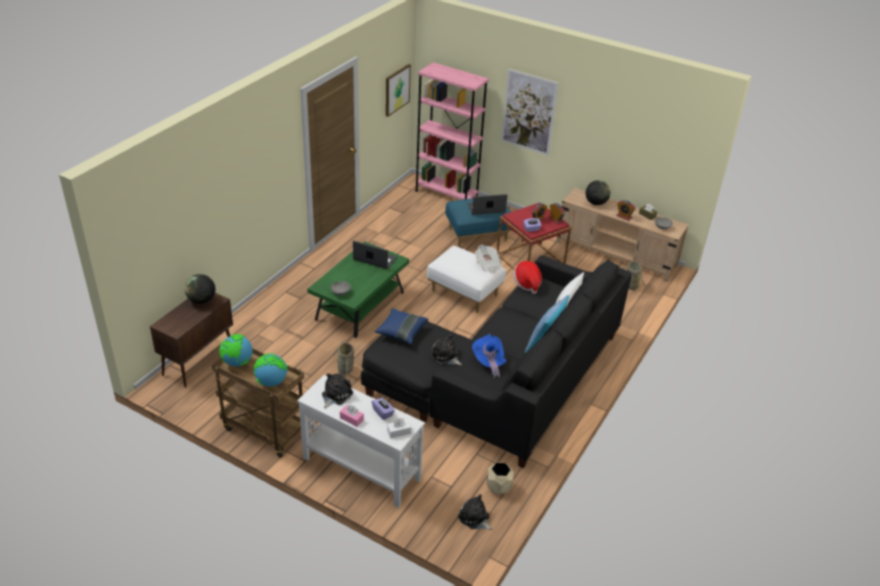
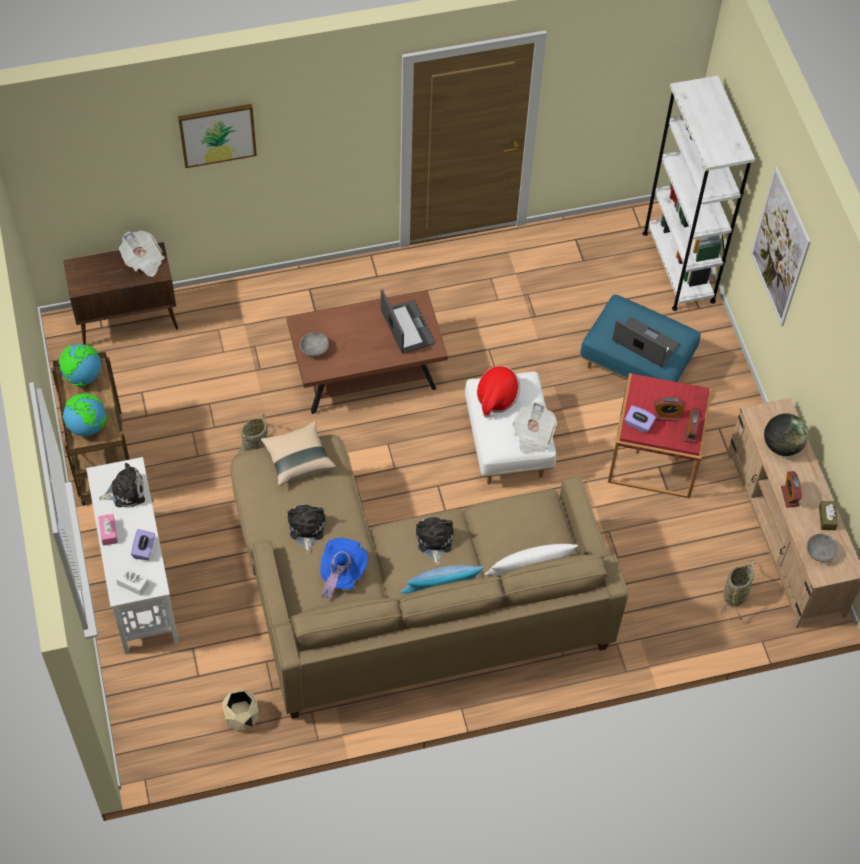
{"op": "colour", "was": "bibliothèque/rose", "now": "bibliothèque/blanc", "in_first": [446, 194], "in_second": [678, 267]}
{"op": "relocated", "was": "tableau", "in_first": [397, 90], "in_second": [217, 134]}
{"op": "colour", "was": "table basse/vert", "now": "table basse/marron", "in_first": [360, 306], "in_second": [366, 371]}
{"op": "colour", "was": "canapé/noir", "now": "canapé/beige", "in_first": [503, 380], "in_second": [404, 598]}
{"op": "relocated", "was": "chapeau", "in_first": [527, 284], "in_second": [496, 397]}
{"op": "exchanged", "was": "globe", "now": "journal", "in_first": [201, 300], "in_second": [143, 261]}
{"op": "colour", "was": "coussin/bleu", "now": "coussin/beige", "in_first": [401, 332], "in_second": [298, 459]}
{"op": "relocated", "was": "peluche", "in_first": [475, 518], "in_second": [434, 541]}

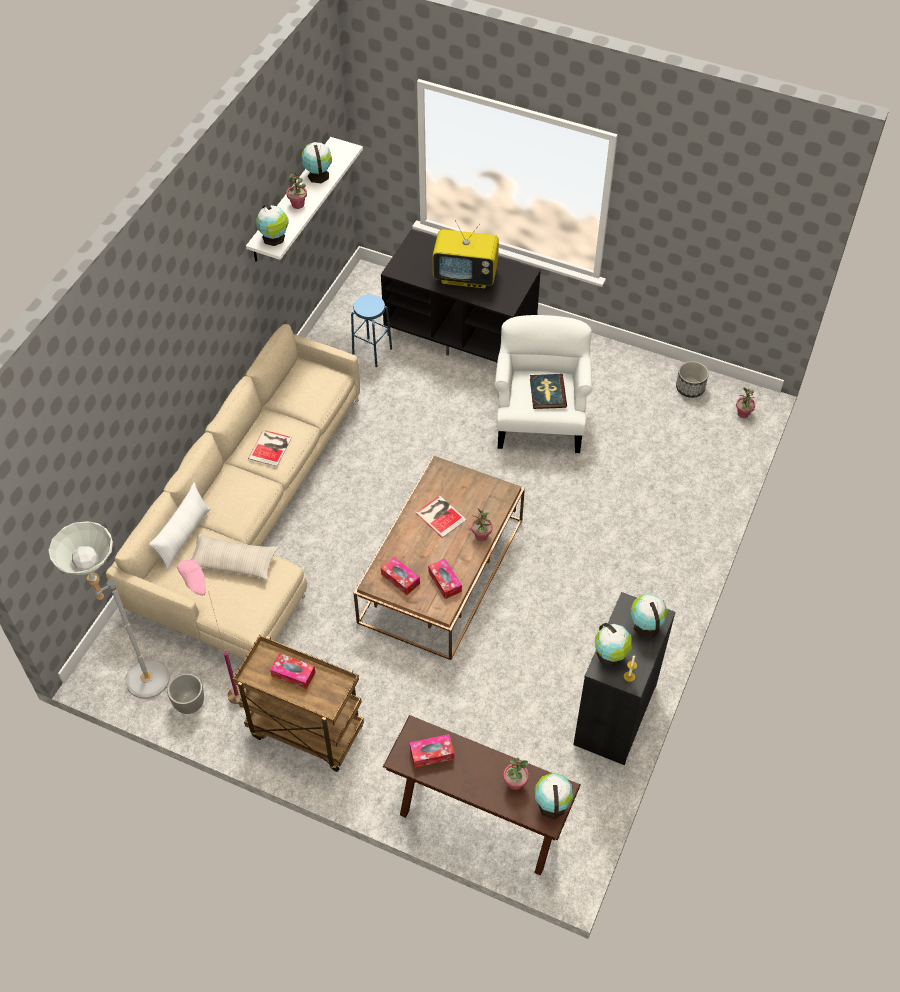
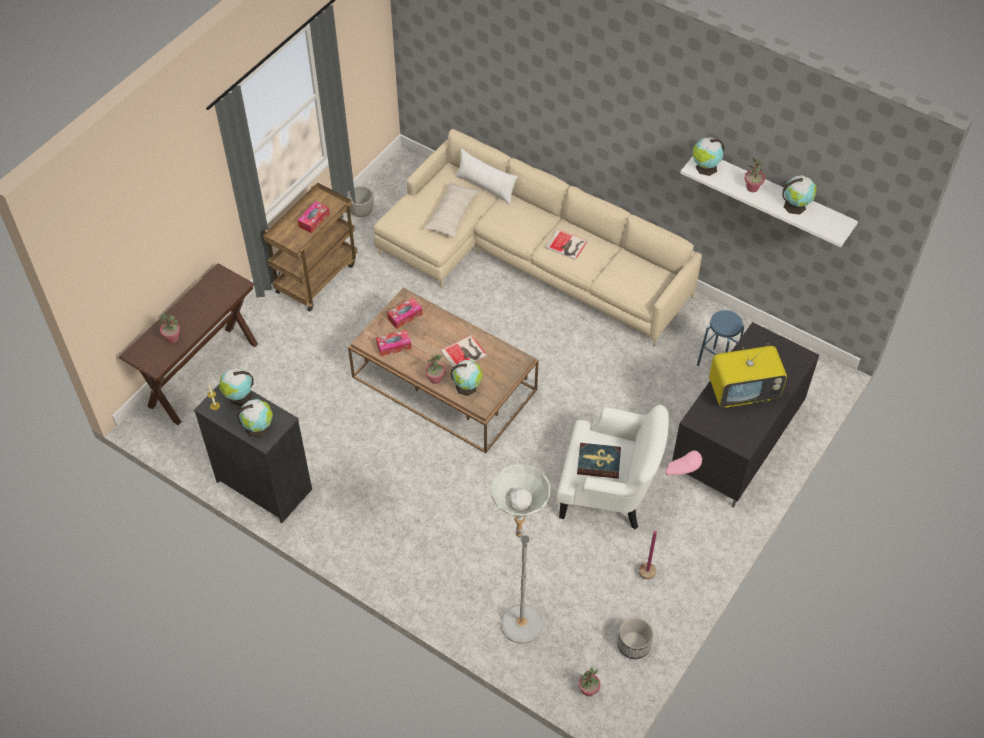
{"op": "spun", "was": "téléviseur", "in_first": [466, 276], "in_second": [743, 392], "clockwise": -120}
{"op": "relocated", "was": "lampadaire/gris", "in_first": [138, 684], "in_second": [518, 616]}
{"op": "relocated", "was": "lampadaire/rose", "in_first": [227, 688], "in_second": [658, 567]}
{"op": "missing", "was": "boîte à mouchoirs", "in_first": [432, 754]}
{"op": "relocated", "was": "globe", "in_first": [551, 804], "in_second": [467, 387]}

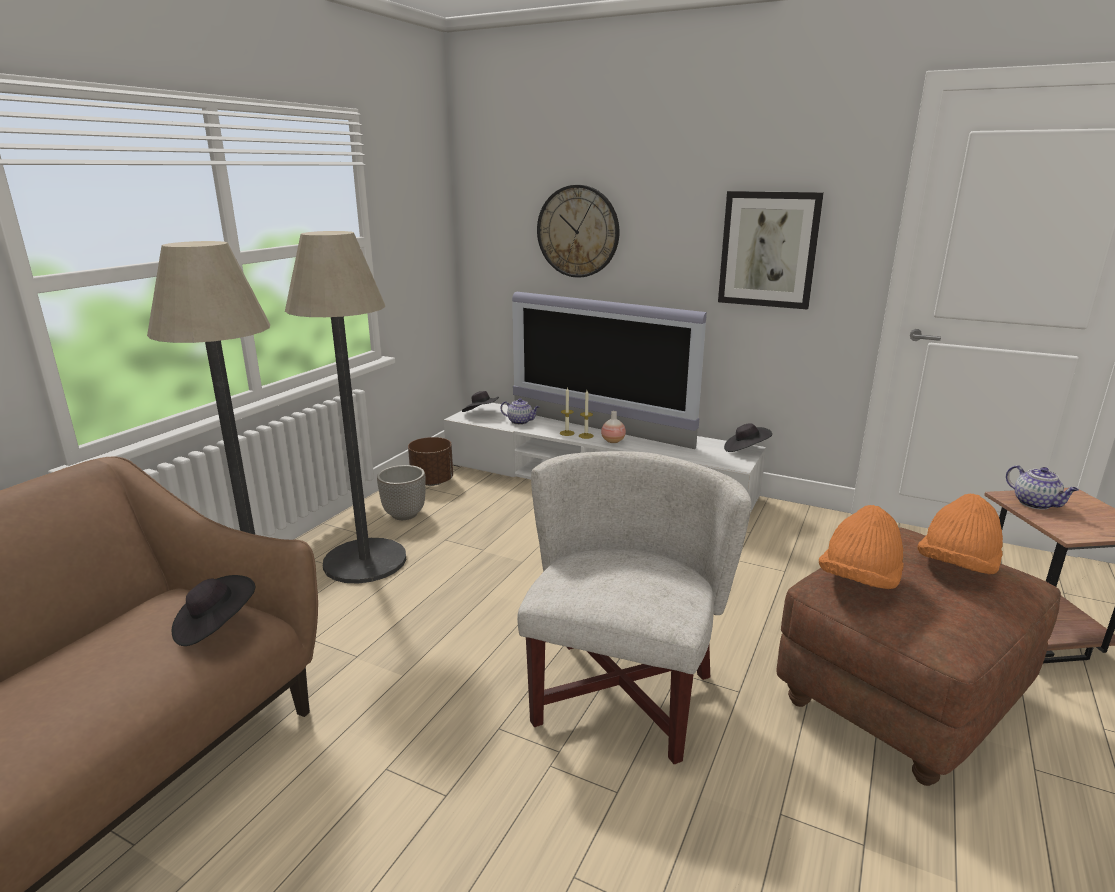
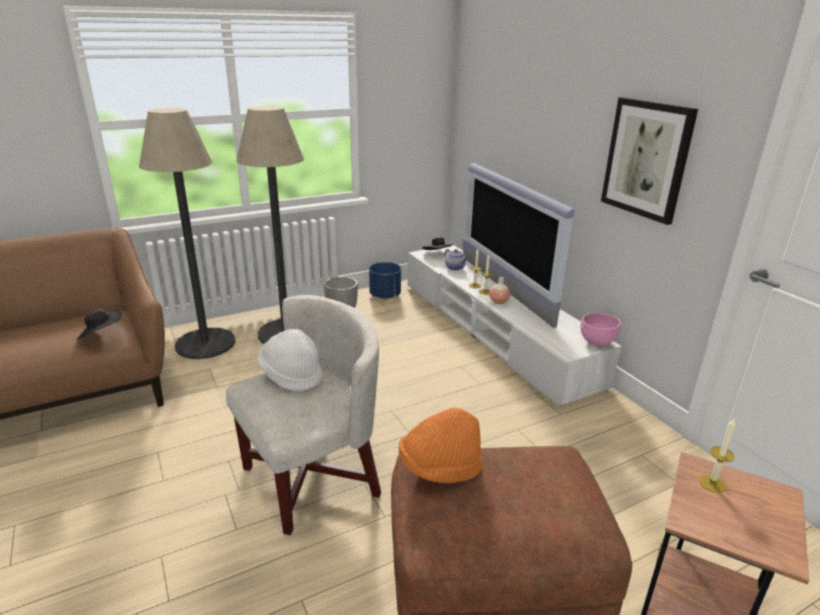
{"op": "missing", "was": "horloge murale", "in_first": [578, 231]}
{"op": "exchanged", "was": "chapeau/noir", "now": "bol/rose", "in_first": [745, 450], "in_second": [597, 342]}
{"op": "colour", "was": "cache-pot/marron", "now": "cache-pot/bleu", "in_first": [432, 481], "in_second": [385, 295]}
{"op": "exchanged", "was": "théière", "now": "bougie", "in_first": [1036, 504], "in_second": [712, 483]}
{"op": "missing", "was": "chapeau/orange", "in_first": [956, 567]}
{"op": "appeared", "now": "chapeau/blanc", "in_second": [291, 375]}

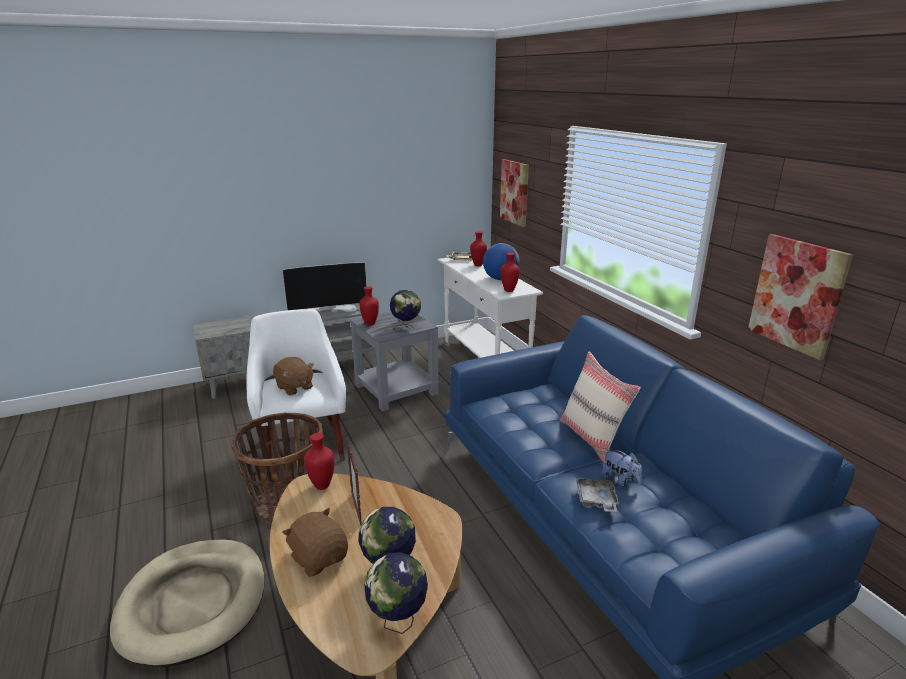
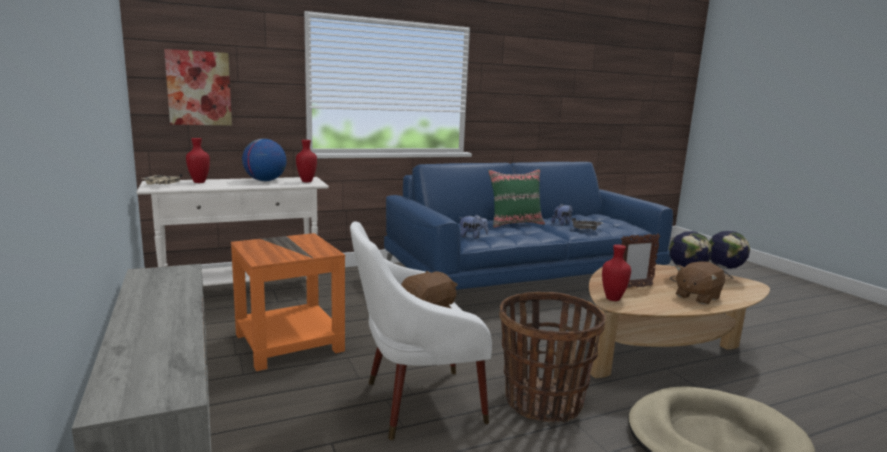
{"op": "missing", "was": "tableau", "in_first": [797, 295]}
{"op": "missing", "was": "téléviseur", "in_first": [328, 309]}
{"op": "missing", "was": "vase/rouge", "in_first": [370, 324]}
{"op": "missing", "was": "globe", "in_first": [406, 327]}
{"op": "colour", "was": "table d'appoint/gris", "now": "table d'appoint/orange", "in_first": [396, 389], "in_second": [287, 342]}
{"op": "colour", "was": "coussin/beige", "now": "coussin/vert", "in_first": [592, 438], "in_second": [515, 224]}
{"op": "appeared", "now": "peluche", "in_second": [472, 237]}

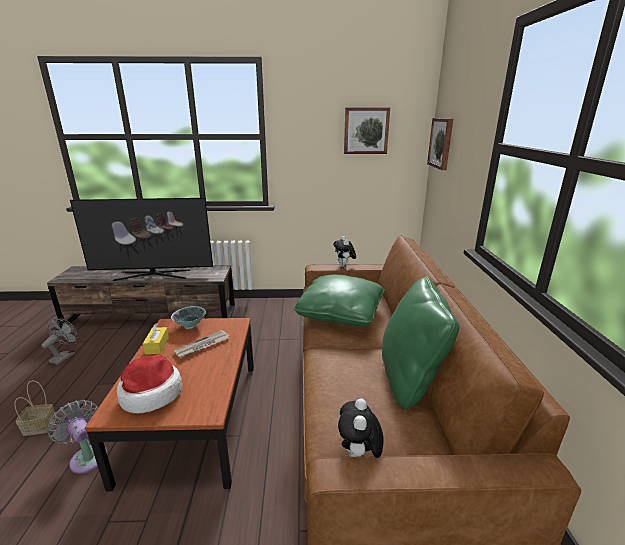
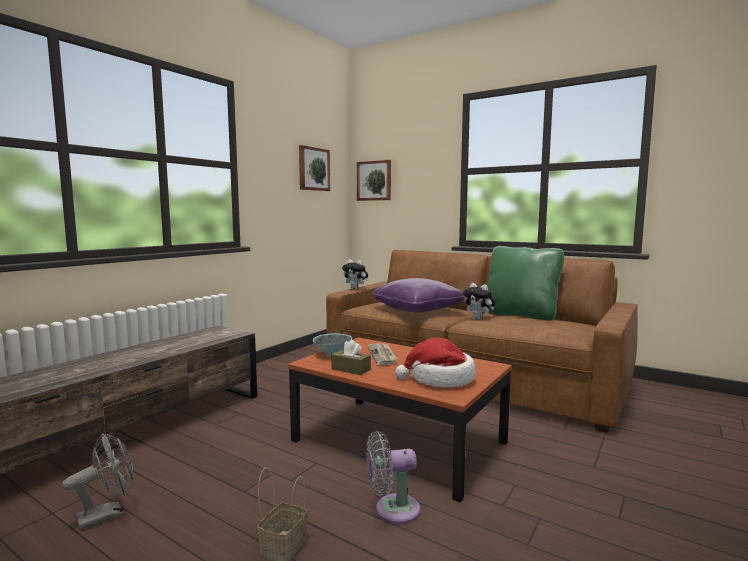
{"op": "missing", "was": "téléviseur", "in_first": [152, 275]}
{"op": "colour", "was": "coussin/vert", "now": "coussin/violet", "in_first": [340, 313], "in_second": [417, 309]}
{"op": "spun", "was": "ventilateur/gris", "in_first": [65, 356], "in_second": [108, 514], "clockwise": 90}
{"op": "colour", "was": "boîte à mouchoirs/jaune", "now": "boîte à mouchoirs/marron", "in_first": [157, 345], "in_second": [351, 369]}
{"op": "relocated", "was": "peluche", "in_first": [358, 457], "in_second": [479, 318]}

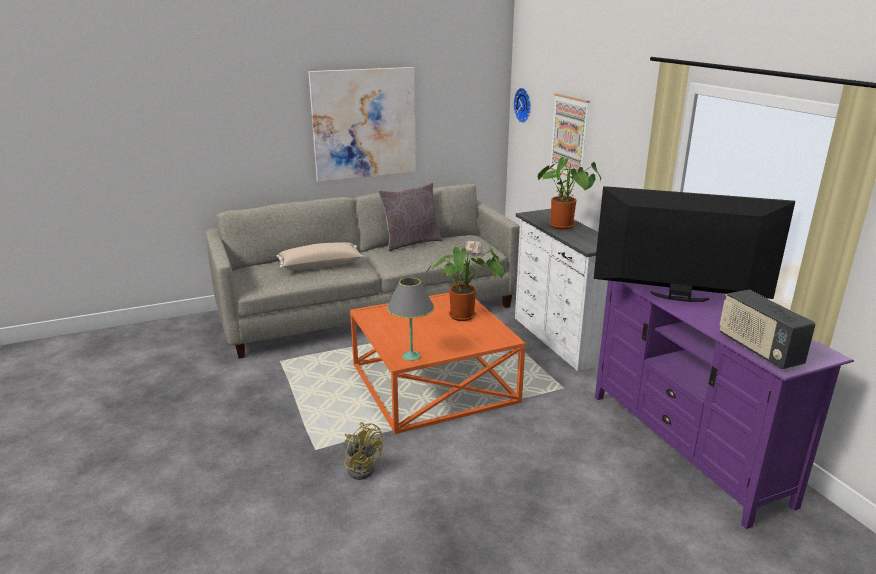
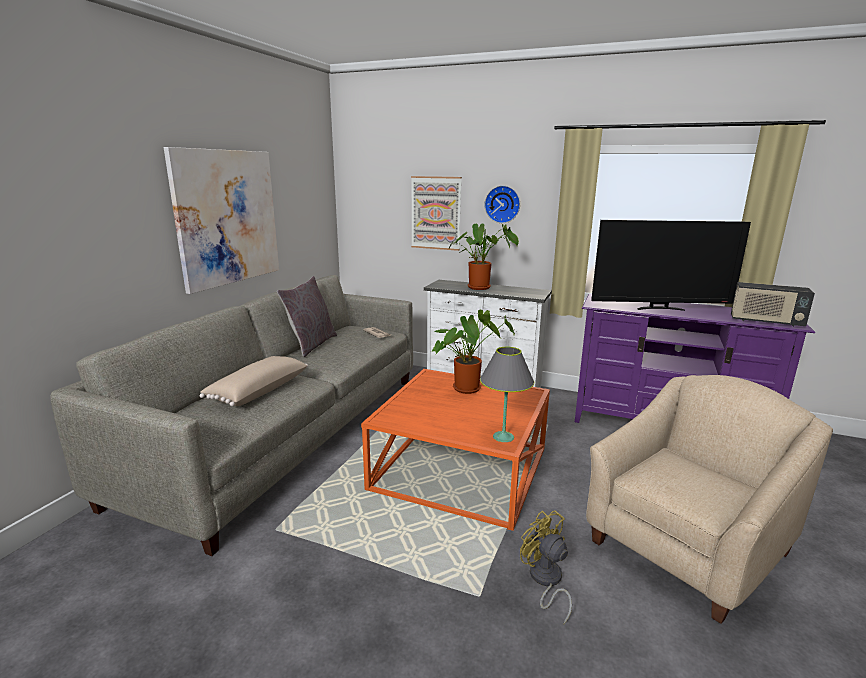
{"op": "relocated", "was": "horloge murale", "in_first": [524, 105], "in_second": [502, 204]}
{"op": "spun", "was": "téléviseur", "in_first": [678, 297], "in_second": [659, 308], "clockwise": -150}
{"op": "spun", "was": "ventilateur/jaune", "in_first": [361, 467], "in_second": [545, 581], "clockwise": -120}
{"op": "appeared", "now": "fauteuil/beige", "in_second": [686, 547]}

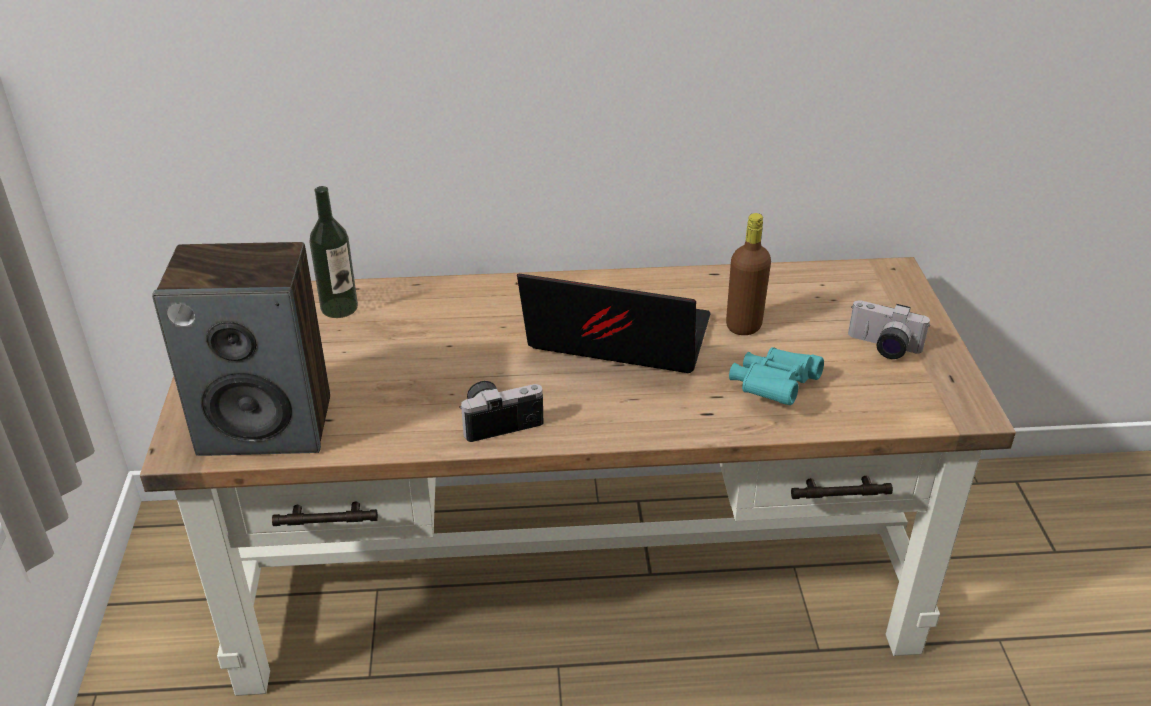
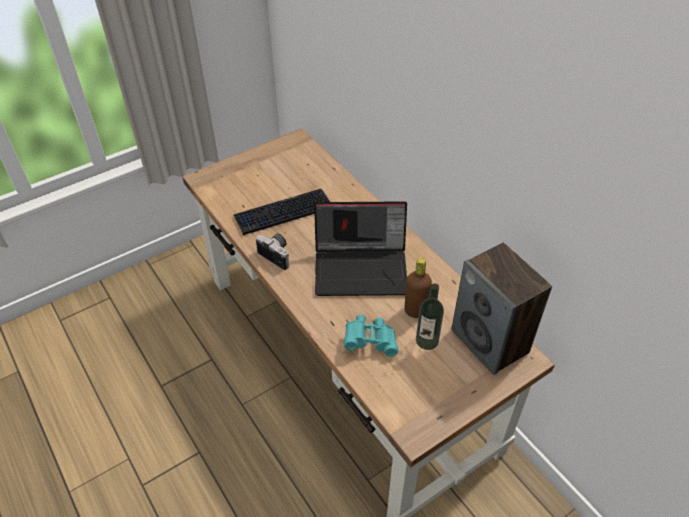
{"op": "relocated", "was": "bouteille", "in_first": [339, 307], "in_second": [427, 340]}
{"op": "relocated", "was": "enceinte", "in_first": [267, 425], "in_second": [490, 341]}
{"op": "spun", "was": "ordinateur portable", "in_first": [614, 342], "in_second": [362, 268], "clockwise": 105}
{"op": "missing", "was": "appareil photo", "in_first": [882, 347]}
{"op": "appeared", "now": "clavier", "in_second": [283, 212]}

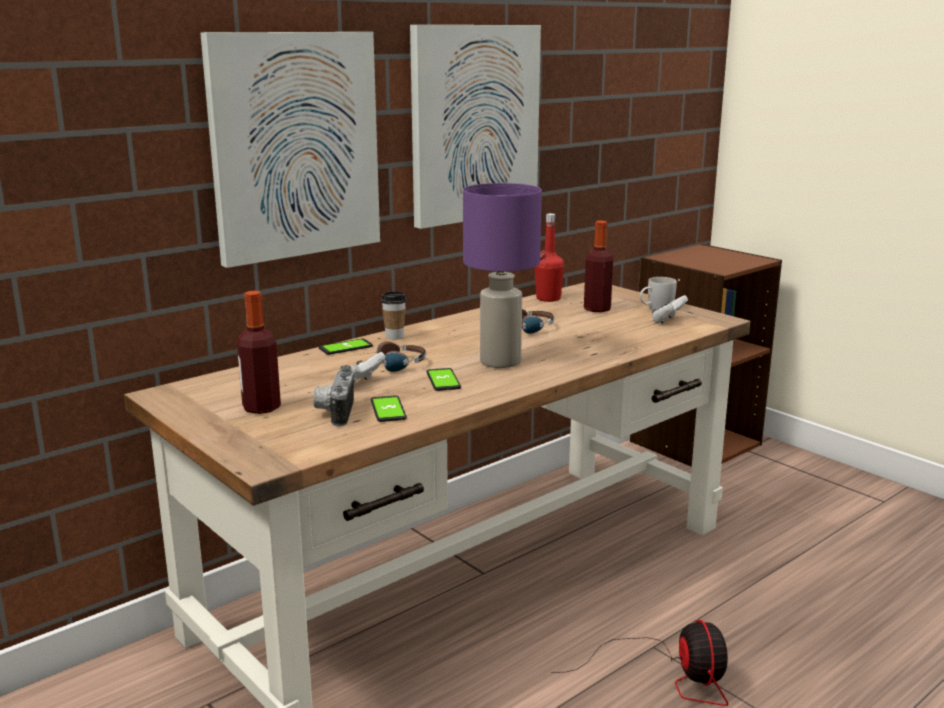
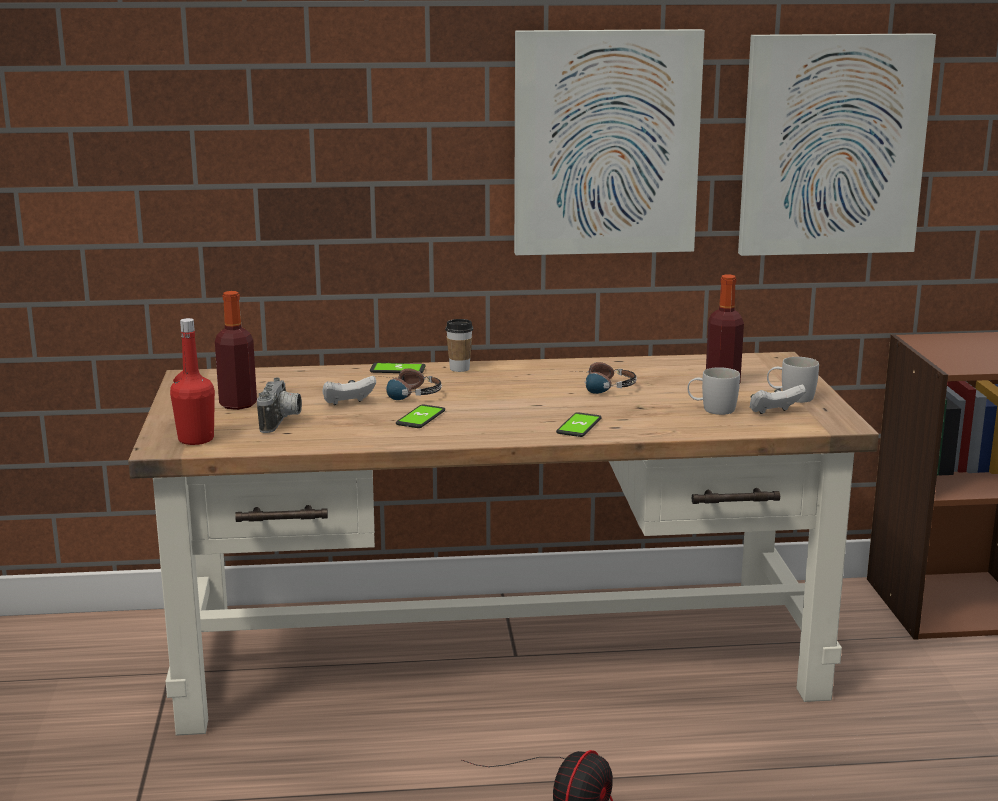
{"op": "relocated", "was": "tableau", "in_first": [295, 146], "in_second": [832, 145]}
{"op": "missing", "was": "lampe de table/violet", "in_first": [501, 362]}
{"op": "relocated", "was": "bouteille/rouge", "in_first": [548, 298], "in_second": [196, 439]}
{"op": "spun", "was": "appareil photo", "in_first": [334, 413], "in_second": [282, 422], "clockwise": 150}
{"op": "relocated", "was": "téléphone", "in_first": [388, 410], "in_second": [579, 426]}
{"op": "appeared", "now": "mug/blanc", "in_second": [712, 409]}

